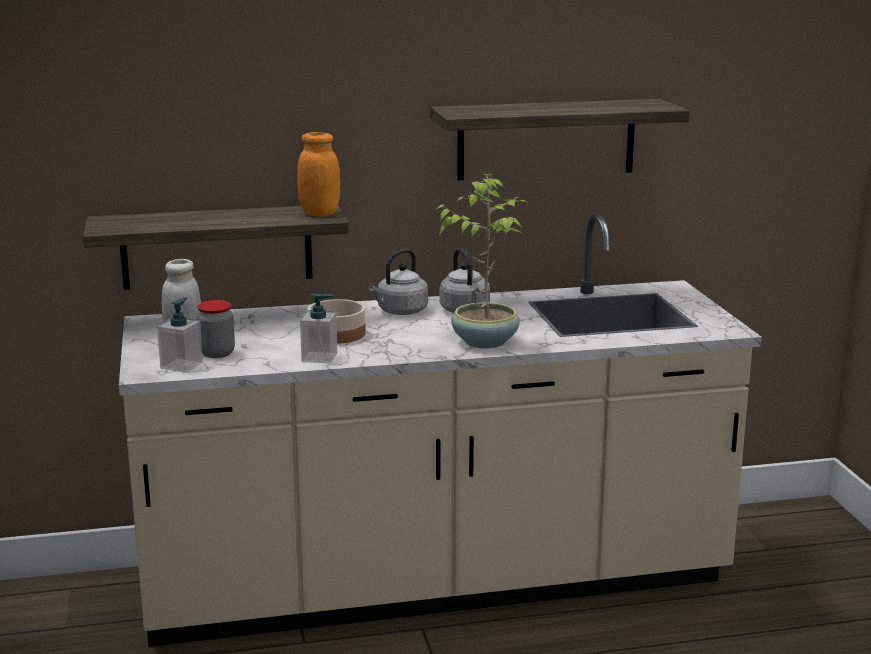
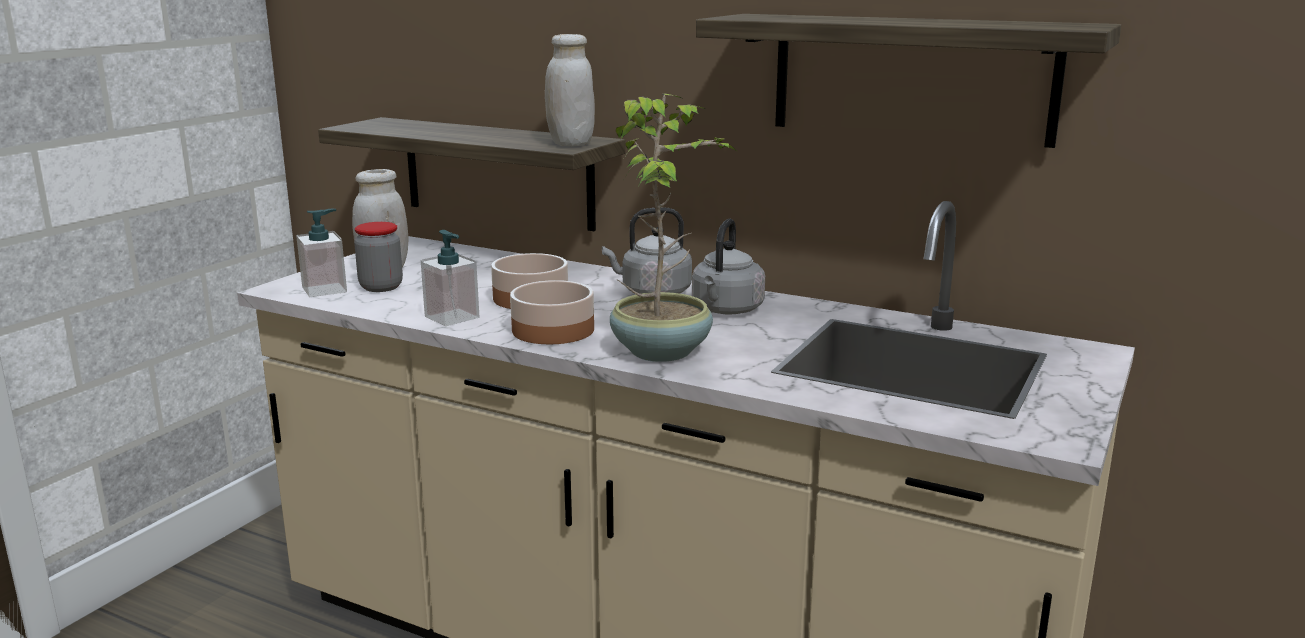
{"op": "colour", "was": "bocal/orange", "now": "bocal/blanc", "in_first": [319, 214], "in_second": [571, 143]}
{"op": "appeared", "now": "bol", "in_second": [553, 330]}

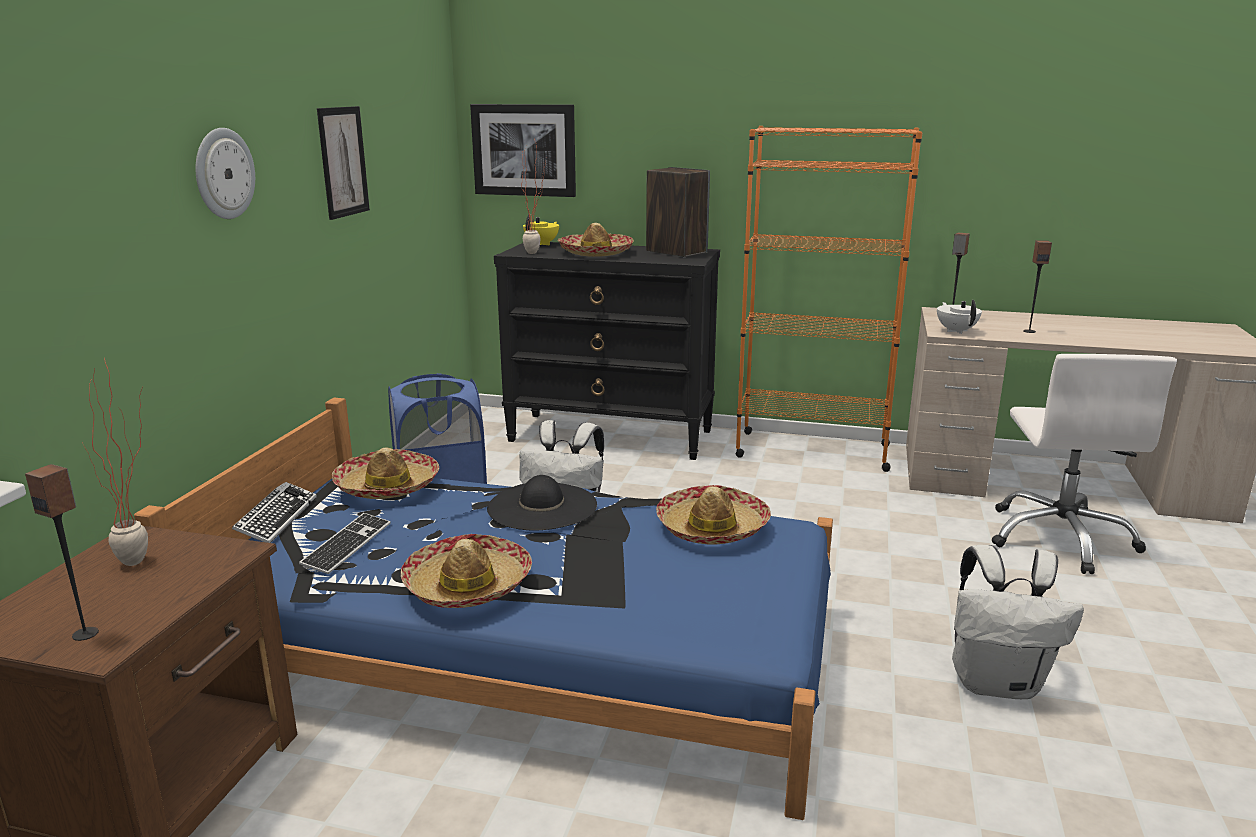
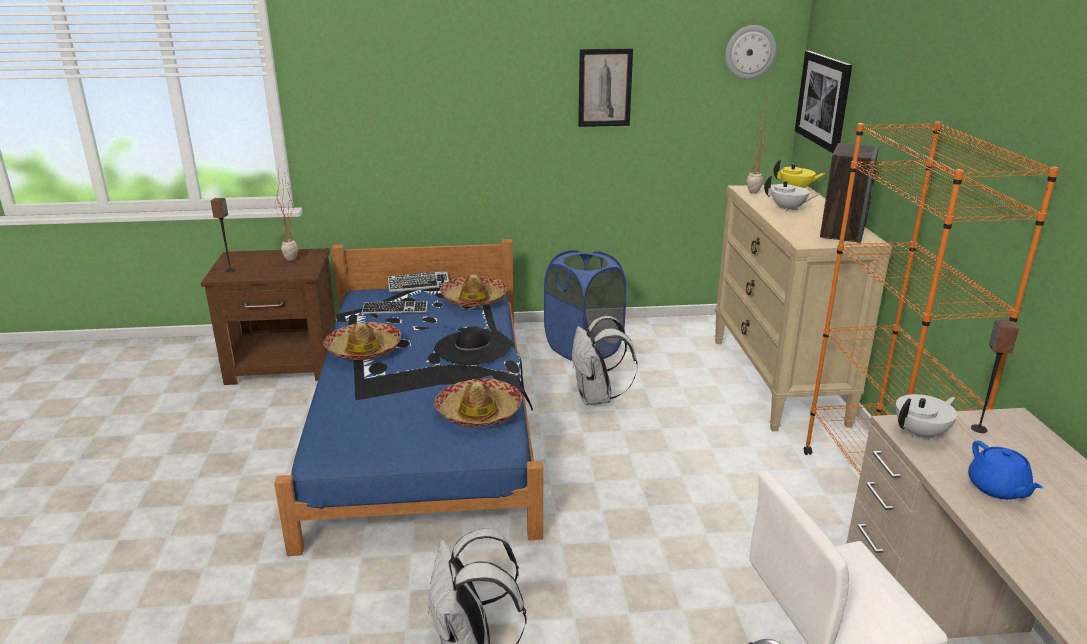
{"op": "relocated", "was": "horloge murale", "in_first": [223, 173], "in_second": [750, 52]}
{"op": "exchanged", "was": "chapeau", "now": "théière/blanc", "in_first": [595, 253], "in_second": [788, 209]}
{"op": "exchanged", "was": "enceinte", "now": "théière/bleu", "in_first": [1029, 331], "in_second": [997, 488]}
{"op": "colour", "was": "commode/noir", "now": "commode/beige", "in_first": [611, 435], "in_second": [778, 381]}

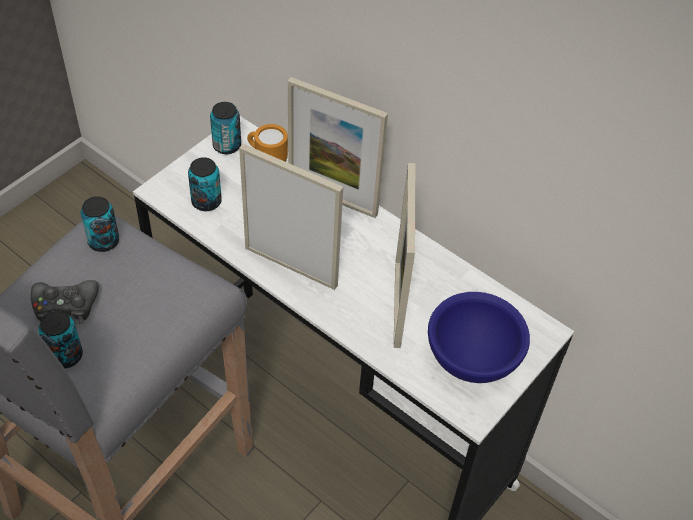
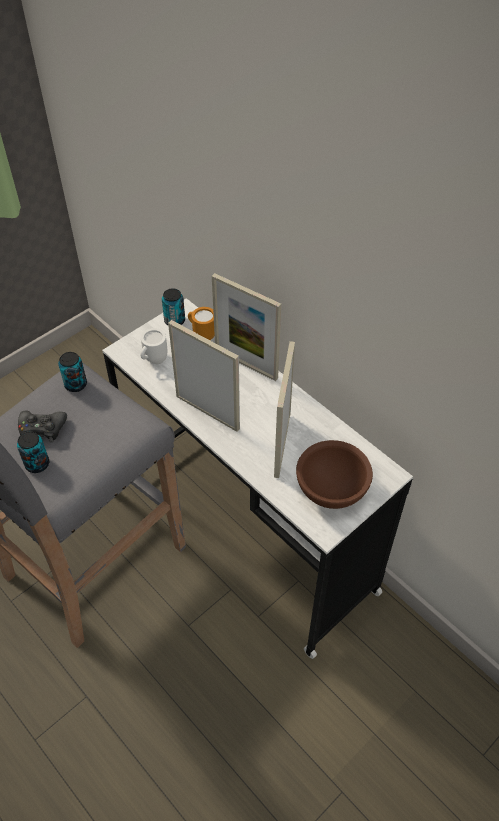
{"op": "exchanged", "was": "boîte métallique", "now": "mug/blanc", "in_first": [206, 202], "in_second": [153, 361]}
{"op": "colour", "was": "bol/bleu", "now": "bol/marron", "in_first": [473, 359], "in_second": [332, 491]}

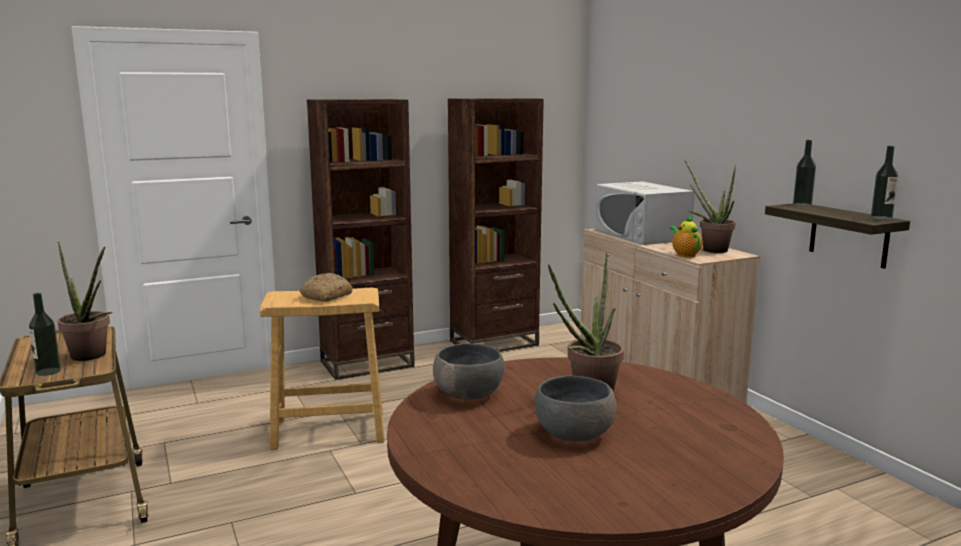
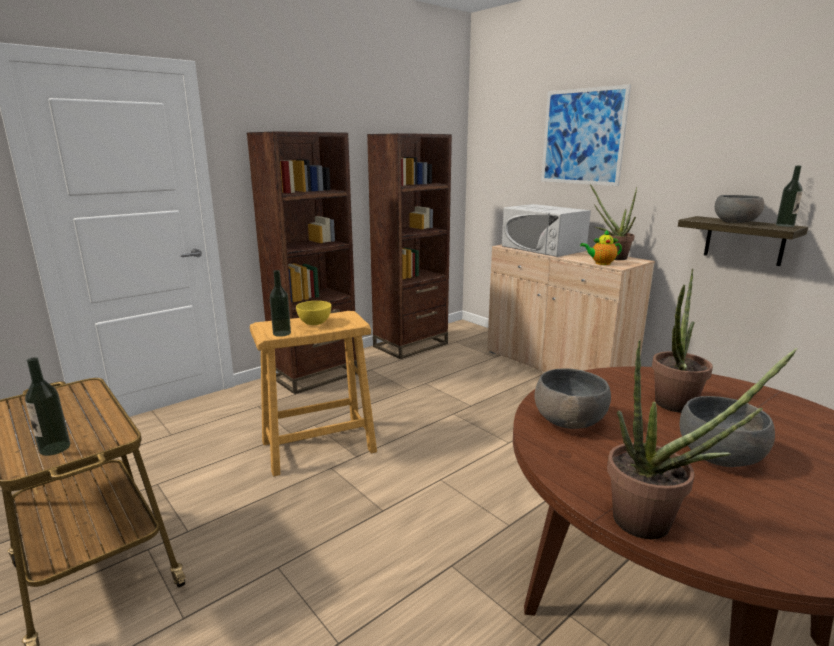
{"op": "relocated", "was": "bouteille", "in_first": [802, 204], "in_second": [282, 333]}
{"op": "spun", "was": "théière", "in_first": [685, 255], "in_second": [601, 263], "clockwise": -60}
{"op": "relocated", "was": "plante en pot", "in_first": [92, 357], "in_second": [655, 524]}
{"op": "exchanged", "was": "pain", "now": "bol/jaune", "in_first": [327, 296], "in_second": [314, 323]}
{"op": "appeared", "now": "tableau", "in_second": [582, 137]}
{"op": "appeared", "now": "bol/gris", "in_second": [735, 222]}

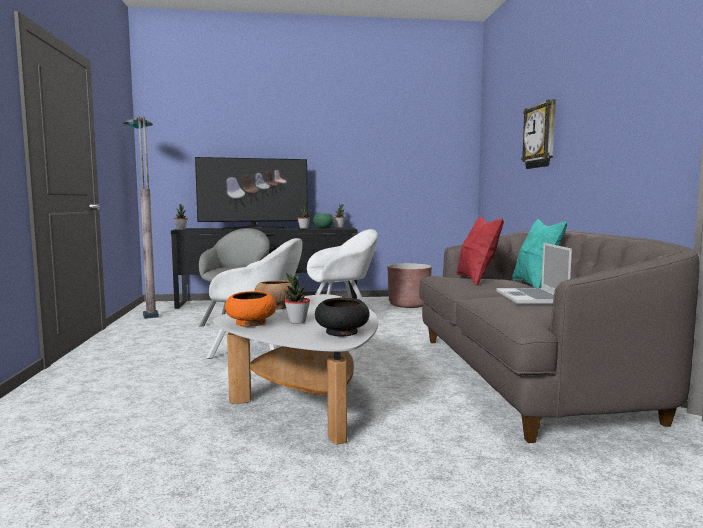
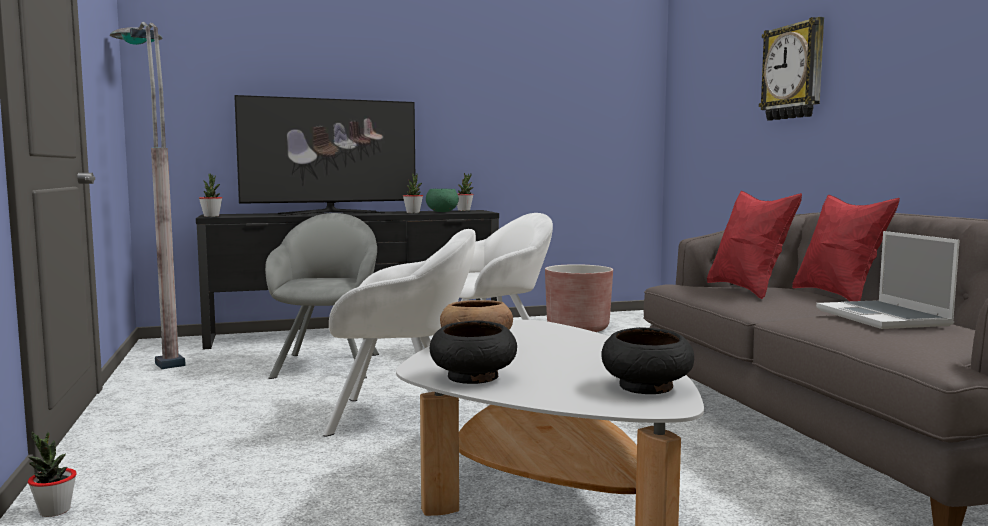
{"op": "colour", "was": "coussin/turquoise", "now": "coussin/rouge", "in_first": [535, 285], "in_second": [838, 296]}
{"op": "relocated", "was": "plante en pot", "in_first": [297, 321], "in_second": [54, 511]}
{"op": "colour", "was": "bol/orange", "now": "bol/noir", "in_first": [251, 323], "in_second": [474, 377]}

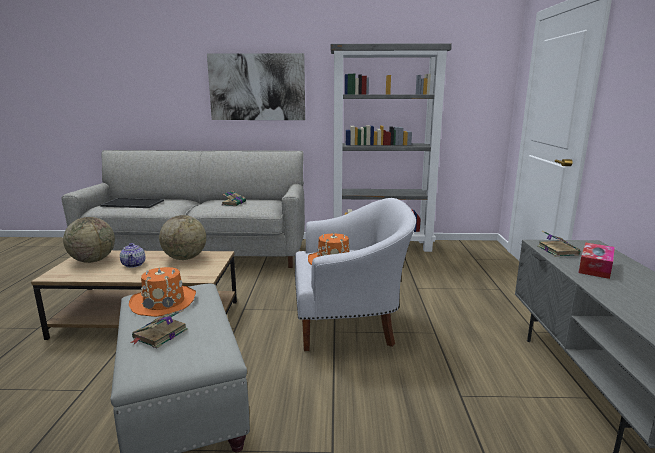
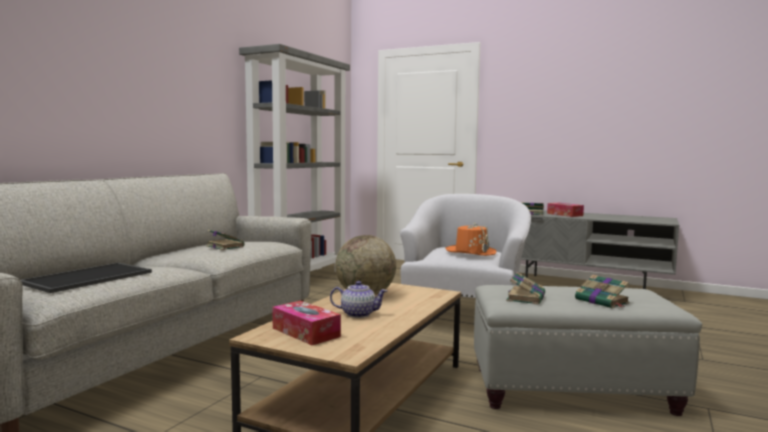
{"op": "missing", "was": "tableau", "in_first": [257, 87]}
{"op": "exchanged", "was": "globe", "now": "boîte à mouchoirs", "in_first": [93, 260], "in_second": [306, 332]}
{"op": "exchanged", "was": "chapeau/orange", "now": "livre", "in_first": [164, 302], "in_second": [526, 297]}

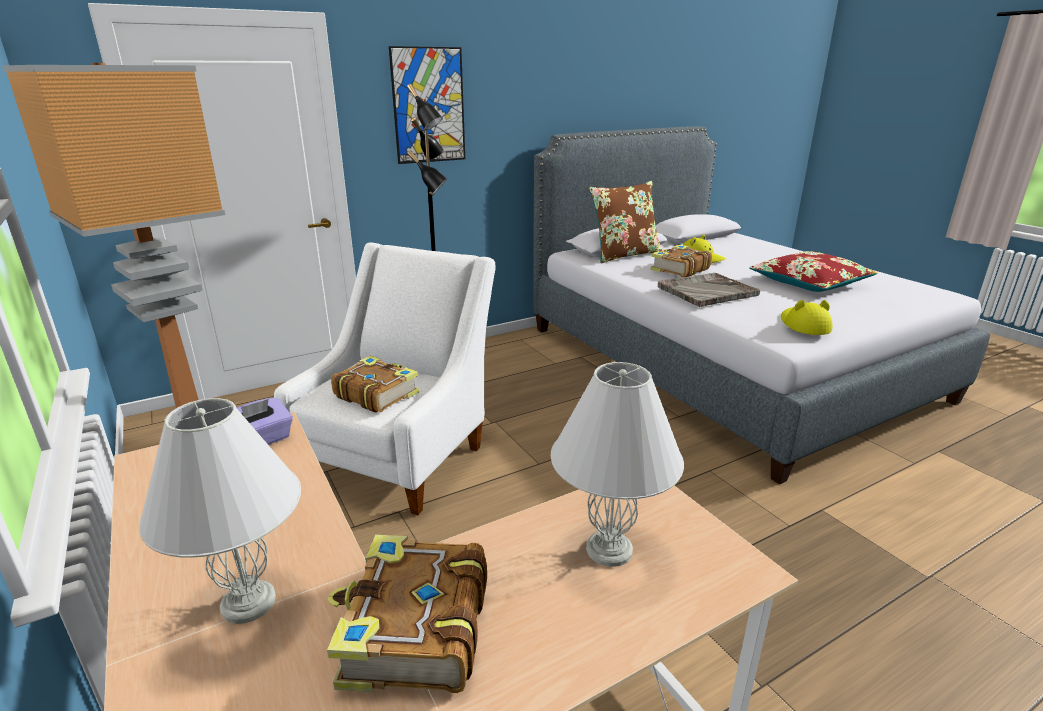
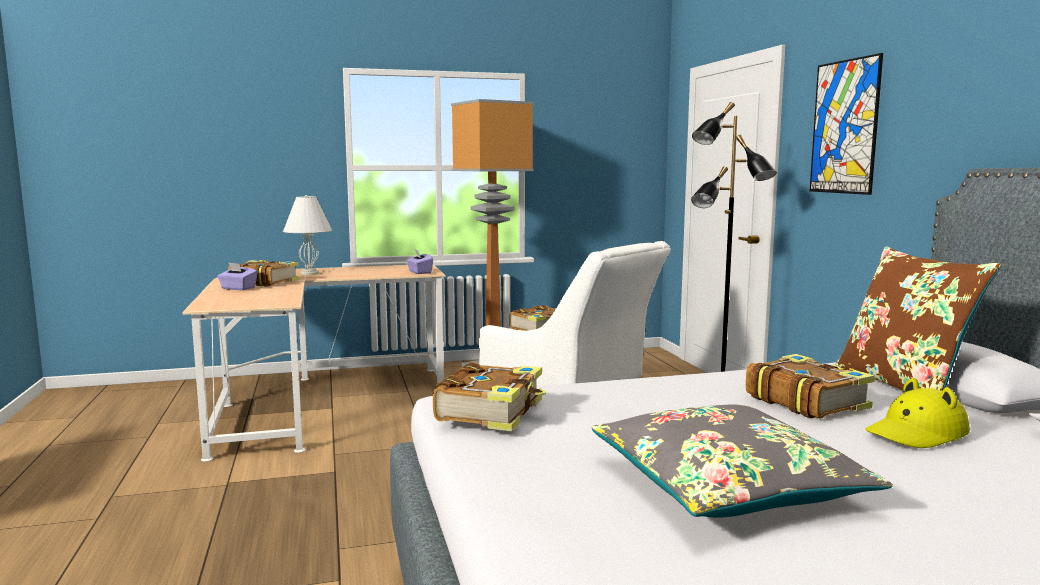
{"op": "colour", "was": "coussin/rouge", "now": "coussin/gris", "in_first": [809, 283], "in_second": [726, 485]}
{"op": "missing", "was": "plateau/gris", "in_first": [706, 291]}
{"op": "exchanged", "was": "chapeau/jaune", "now": "livre", "in_first": [803, 325], "in_second": [492, 411]}
{"op": "missing", "was": "lampe de table/blanc", "in_first": [608, 550]}
{"op": "appeared", "now": "boîte à mouchoirs/violet", "in_second": [238, 288]}

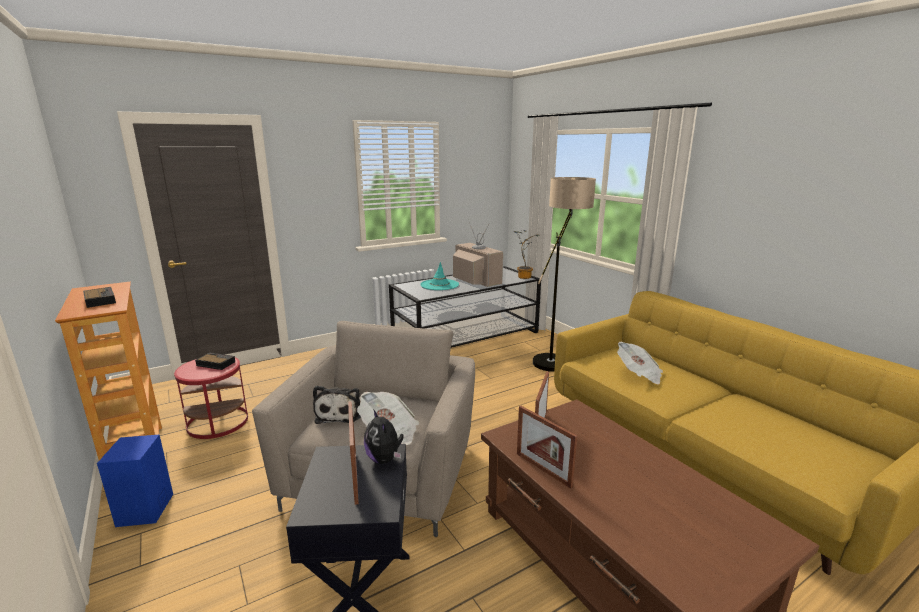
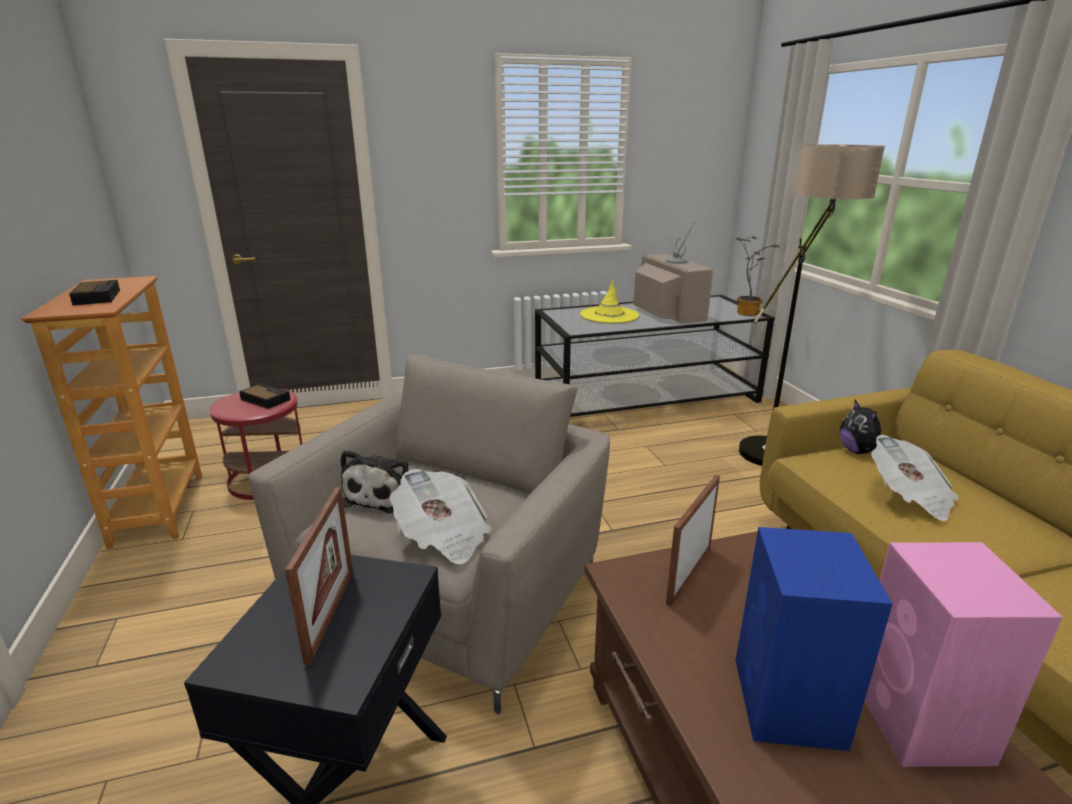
{"op": "colour", "was": "chapeau/turquoise", "now": "chapeau/jaune", "in_first": [439, 285], "in_second": [609, 315]}
{"op": "missing", "was": "cadre photo", "in_first": [543, 469]}
{"op": "relocated", "was": "peluche", "in_first": [384, 459], "in_second": [858, 451]}
{"op": "relocated", "was": "enceinte/bleu", "in_first": [144, 511], "in_second": [788, 705]}
{"op": "appeared", "now": "enceinte/rose", "in_second": [921, 722]}

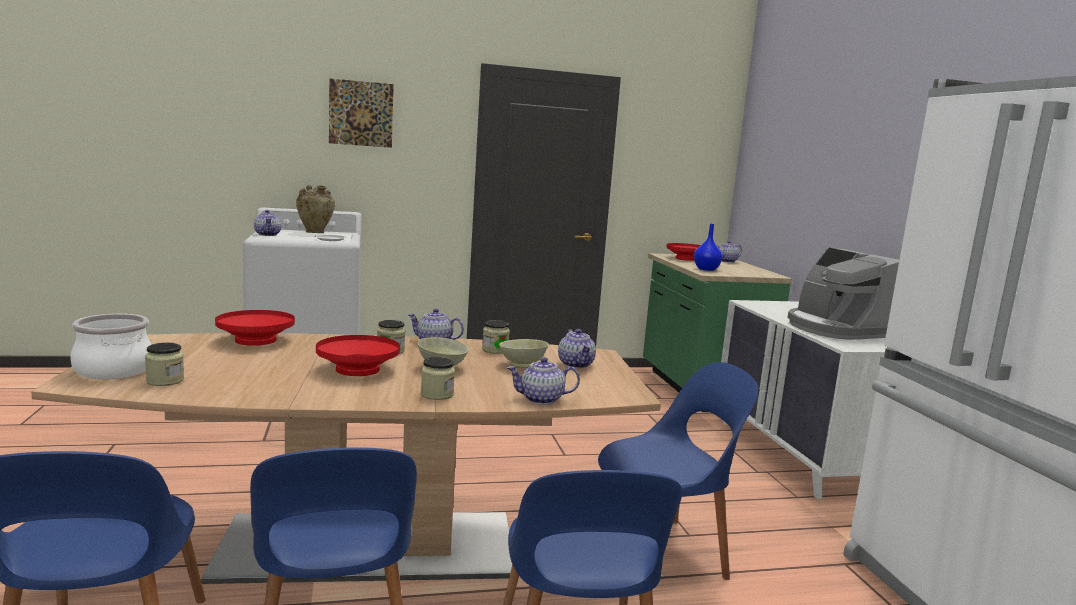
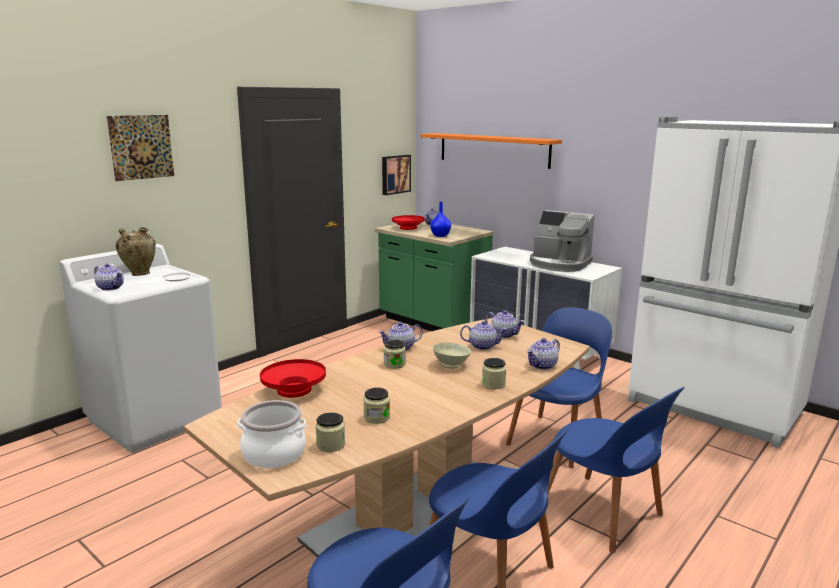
{"op": "relocated", "was": "bocal", "in_first": [495, 350], "in_second": [376, 417]}
{"op": "missing", "was": "bol/rouge", "in_first": [358, 370]}
{"op": "exchanged", "was": "bol/beige", "now": "théière", "in_first": [522, 365], "in_second": [483, 346]}
{"op": "appeared", "now": "étagère/orange", "in_second": [493, 150]}
{"op": "appeared", "now": "tableau", "in_second": [395, 174]}

